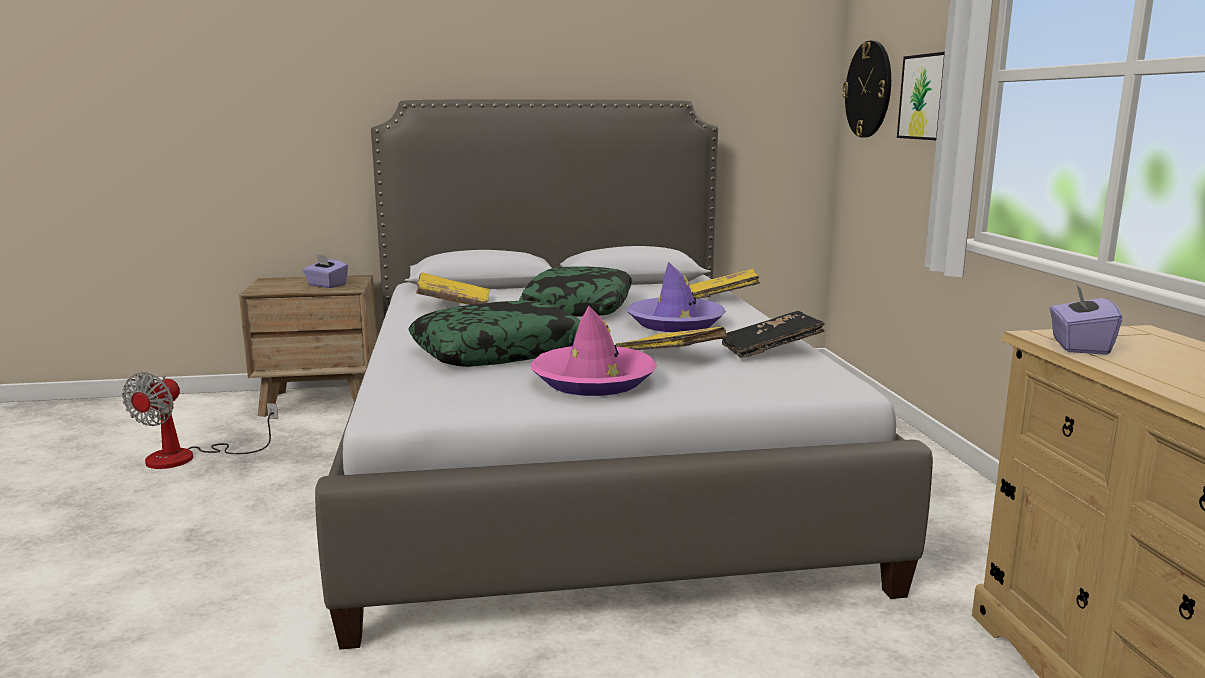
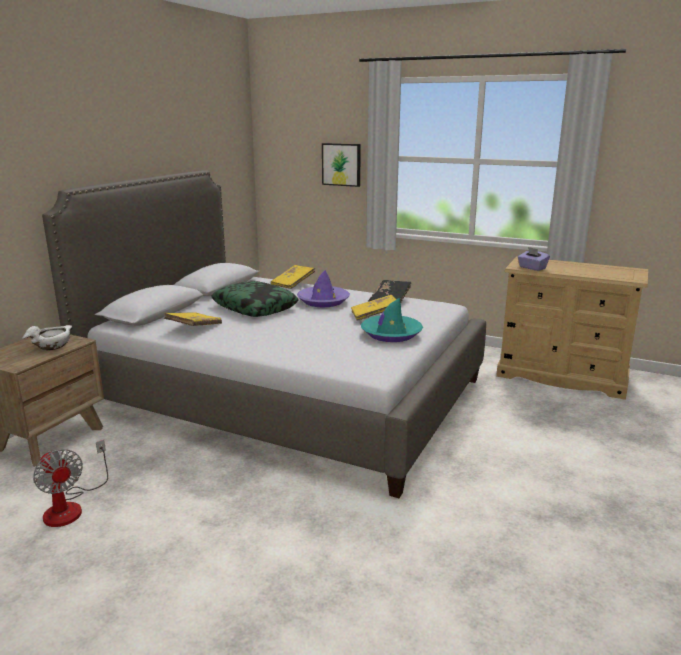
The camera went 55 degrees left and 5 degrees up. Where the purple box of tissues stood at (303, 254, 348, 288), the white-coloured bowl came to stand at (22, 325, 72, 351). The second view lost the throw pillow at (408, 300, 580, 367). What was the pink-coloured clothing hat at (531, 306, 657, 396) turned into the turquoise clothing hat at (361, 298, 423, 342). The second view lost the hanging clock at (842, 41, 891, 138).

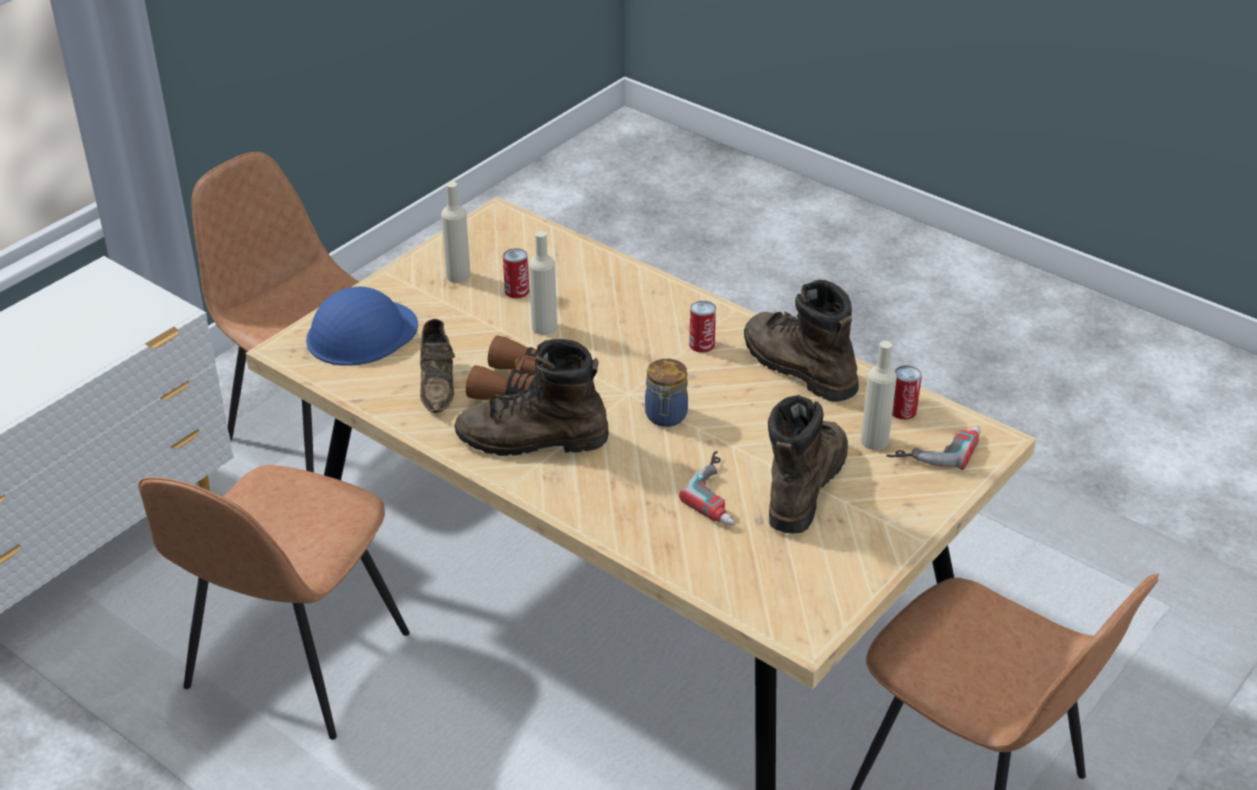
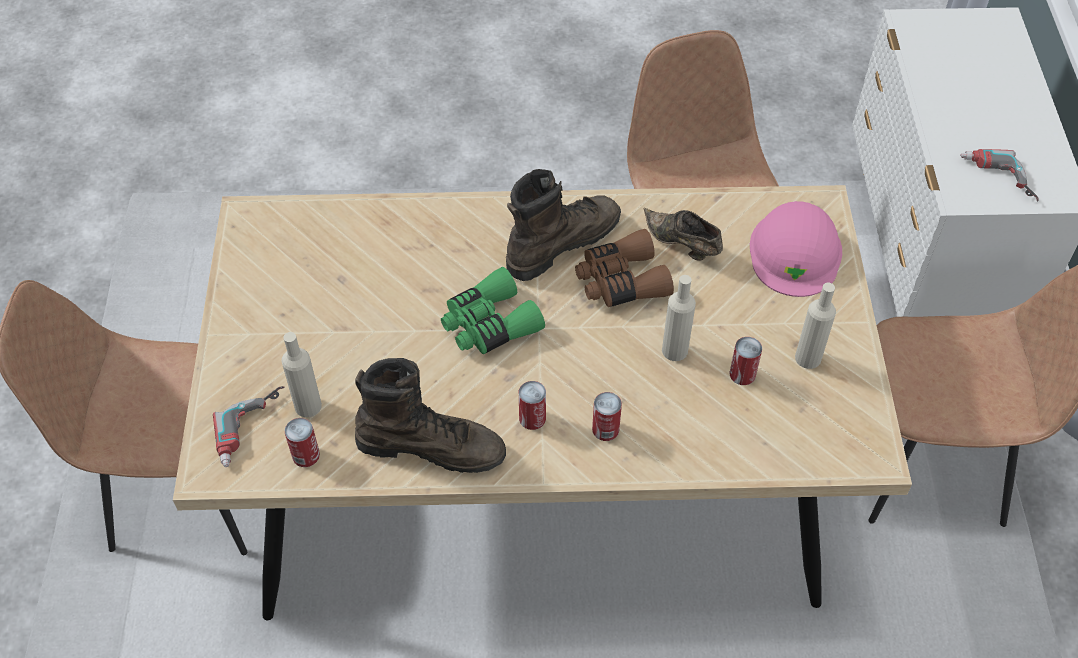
The camera went 140 degrees right and 15 degrees up. What was the blue-coloured safety helmet at (306, 287, 418, 366) turned into the pink-coloured safety helmet at (750, 201, 842, 297). Where the preserve jar stood at (645, 359, 688, 427), the green field glasses came to stand at (441, 267, 545, 354). The drill ended up elsewhere, having gone from (679, 451, 735, 526) to (960, 149, 1039, 201). The second view lost the brownish boot at (768, 395, 848, 534). The second view gained the sealed can at (592, 392, 622, 441).

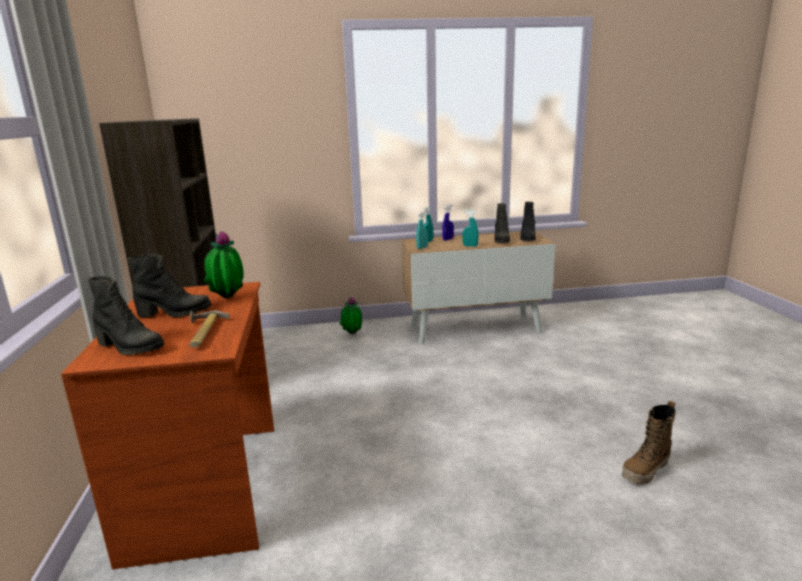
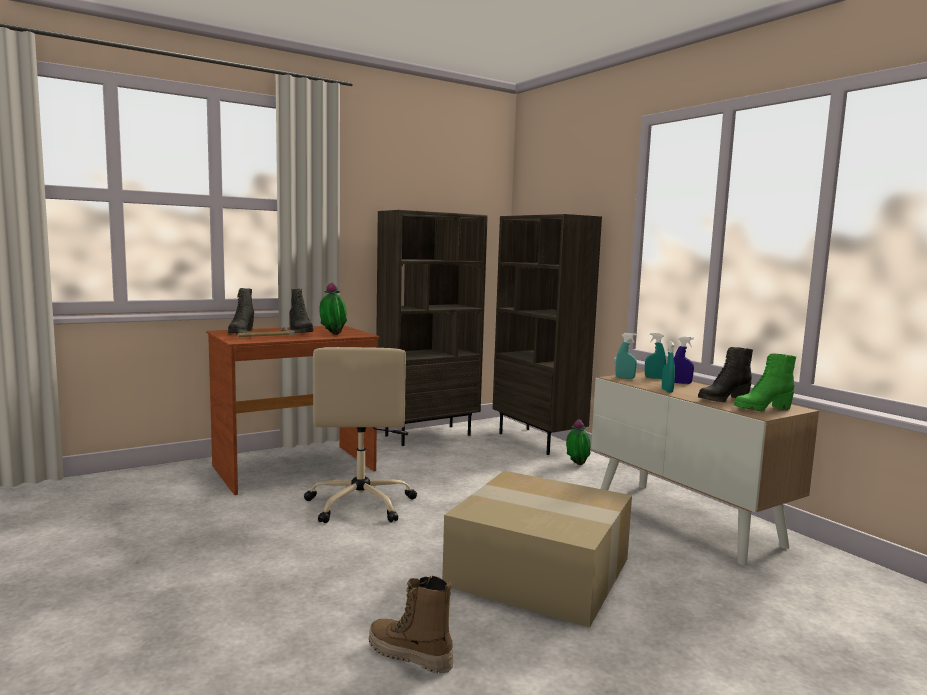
The camera went 65 degrees right and 10 degrees down. What was the black-coloured boot at (520, 202, 536, 241) turned into the green boot at (734, 353, 796, 411). The second view gained the beige desk chair at (304, 347, 417, 523). The second view gained the cardboard box at (442, 471, 632, 628). The second view gained the brownish bookcase at (493, 214, 602, 455).

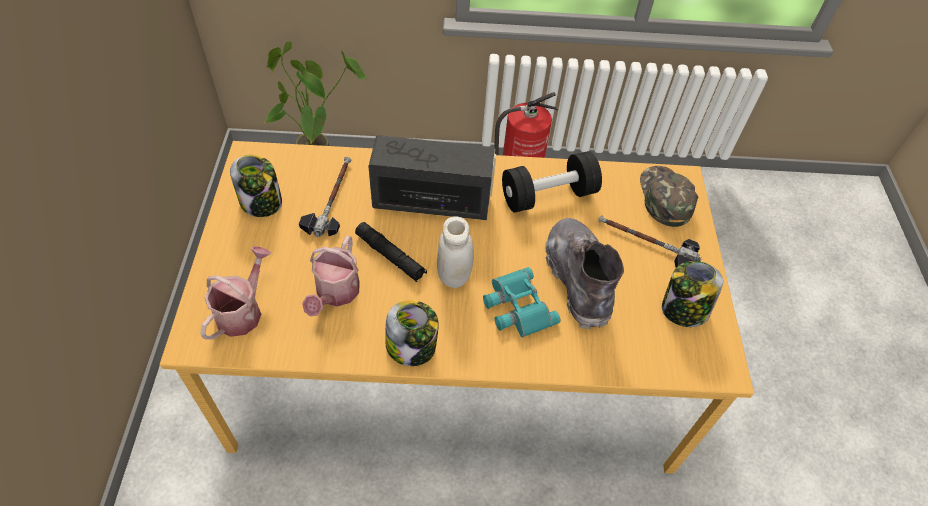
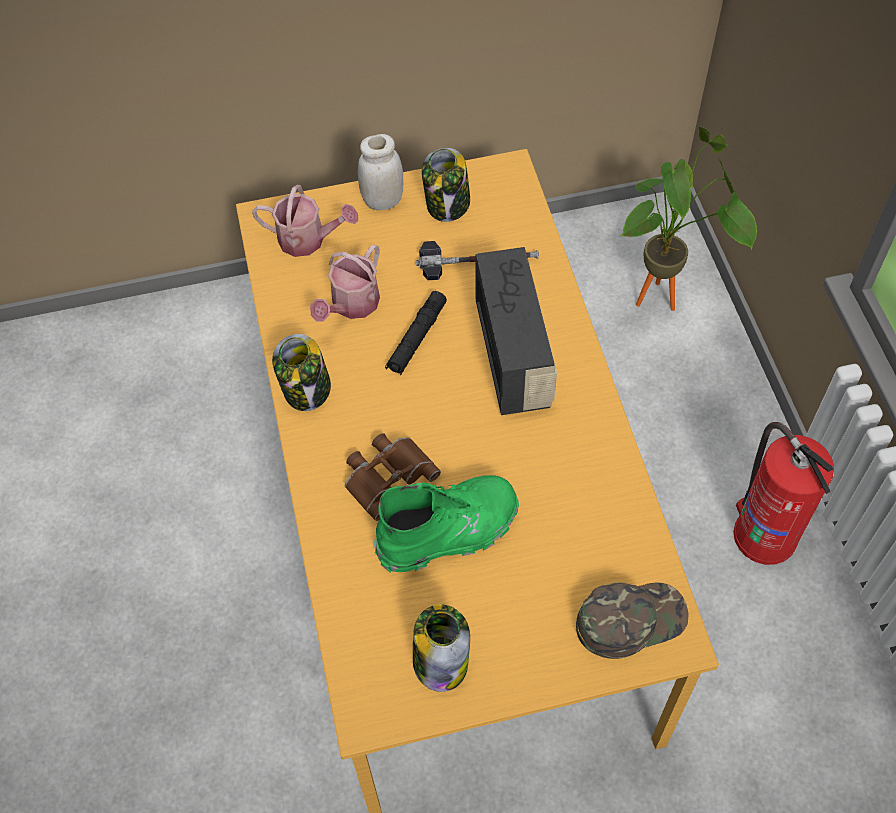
The camera went 80 degrees right and 5 degrees up. The watering pot at (302, 236, 360, 317) ended up facing another way, 60 degrees counterclockwise from before. The white-coloured preserve jar ended up elsewhere, having gone from (437, 216, 474, 288) to (358, 134, 403, 210). What was the turquoise field glasses at (483, 267, 560, 337) turned into the brownish field glasses at (345, 433, 441, 521). The second view lost the black-coloured free weight at (502, 151, 602, 213). What was the grey boot at (545, 218, 624, 330) turned into the green boot at (374, 475, 519, 573). The second view lost the tool hammer at (598, 215, 702, 267).

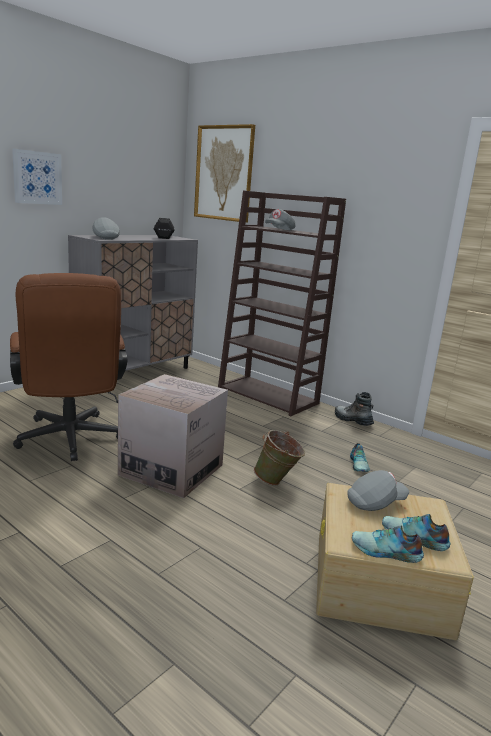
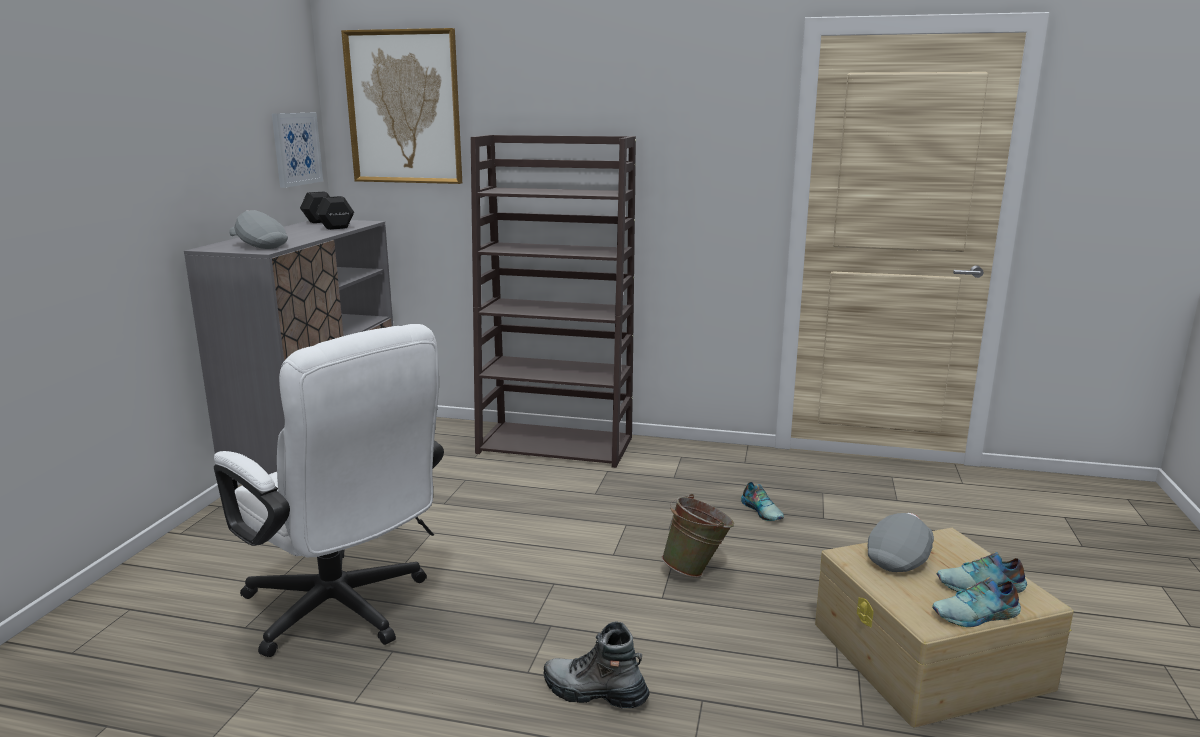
The camera went 25 degrees left and 0 degrees up. What was the brownish desk chair at (10, 273, 127, 461) turned into the white-coloured desk chair at (214, 324, 444, 657). The wall picture ended up elsewhere, having gone from (12, 149, 62, 205) to (272, 113, 323, 188). The second view lost the cardboard box at (118, 374, 228, 498). The second view lost the grey cap at (265, 209, 296, 230). The boot ended up elsewhere, having gone from (335, 392, 374, 426) to (543, 621, 649, 708).

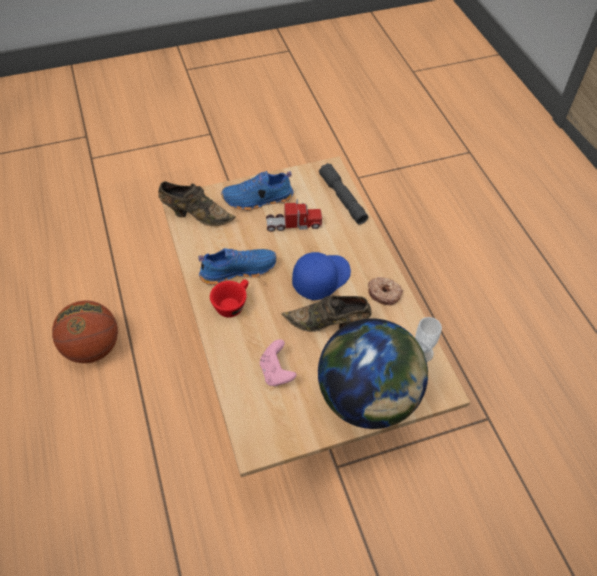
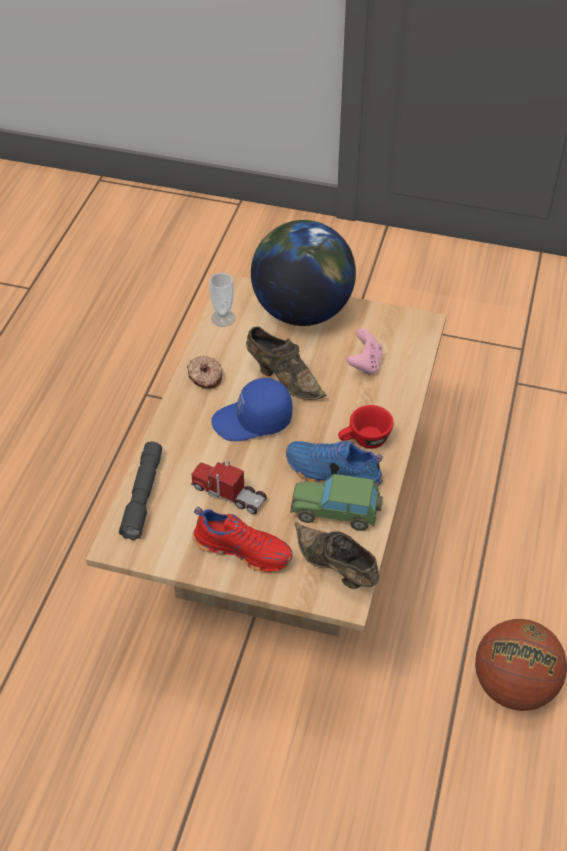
The camera went 145 degrees left and 5 degrees down. What was the blue-coloured shoe at (221, 171, 294, 211) turned into the red-coloured shoe at (193, 507, 293, 572). The second view gained the miniature car at (290, 474, 383, 531).

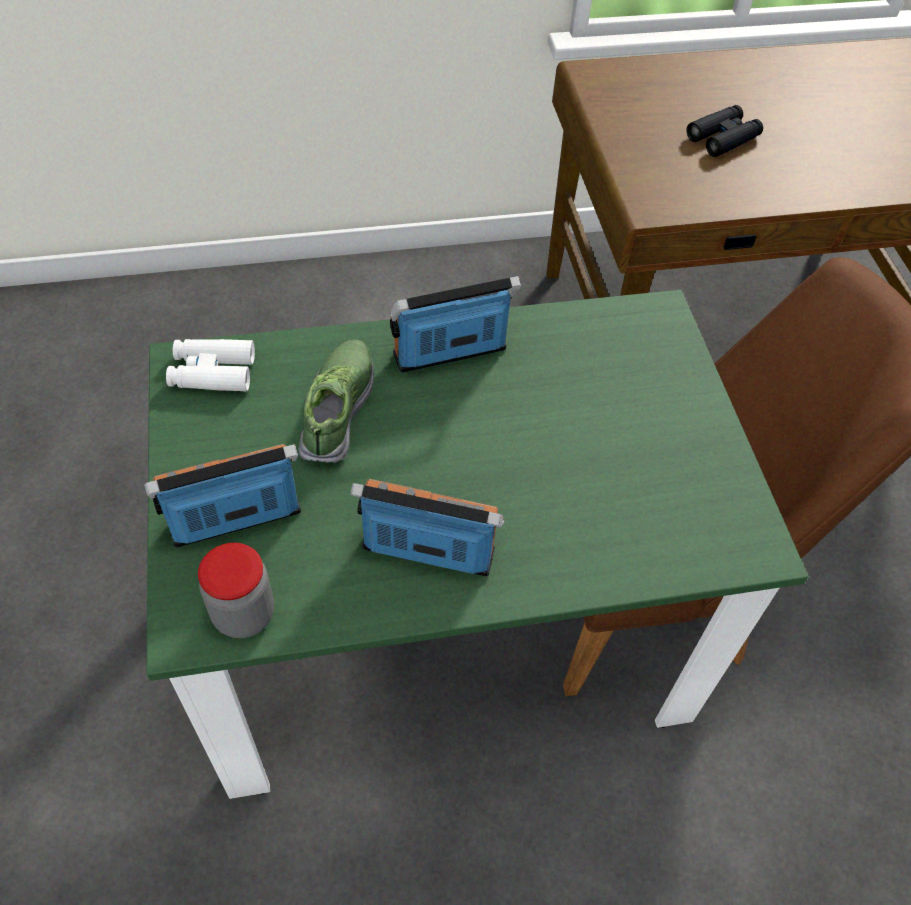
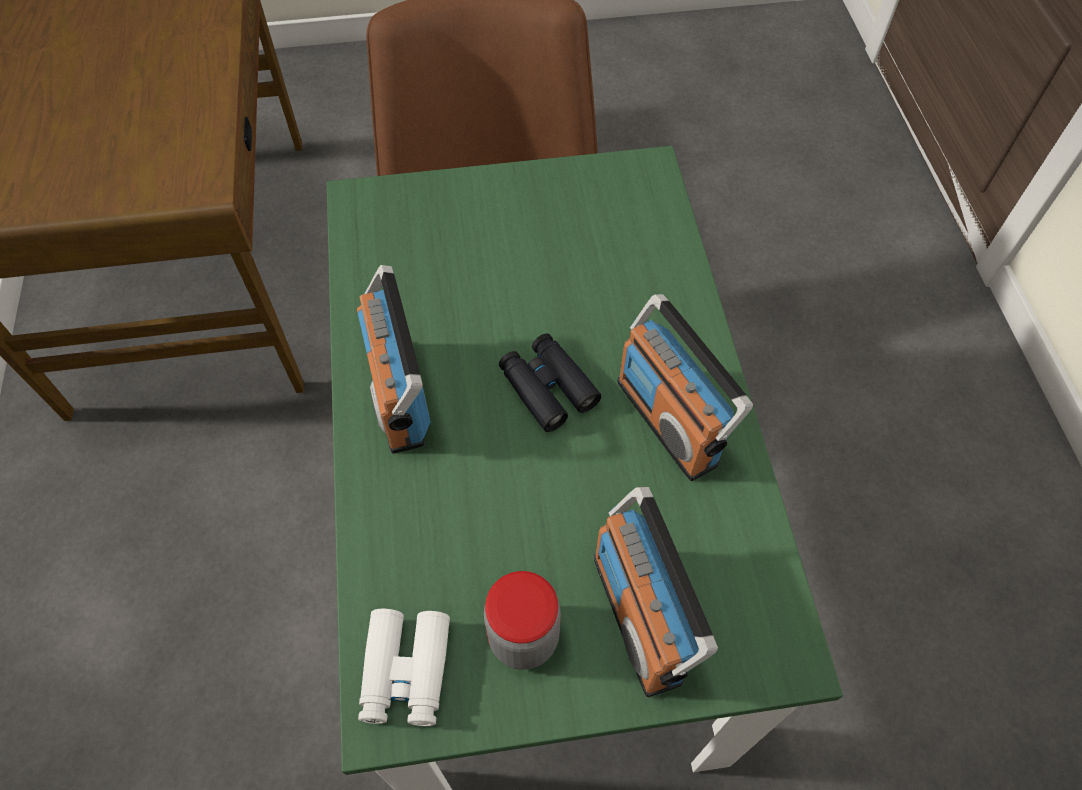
The camera went 85 degrees left and 5 degrees up. The preserve jar ended up elsewhere, having gone from (198, 543, 274, 638) to (484, 571, 561, 670). The second view lost the shoe at (299, 340, 374, 463). The radio at (350, 479, 504, 576) ended up facing another way, 45 degrees counterclockwise from before. The black-coloured field glasses ended up elsewhere, having gone from (686, 105, 763, 157) to (499, 333, 602, 432).

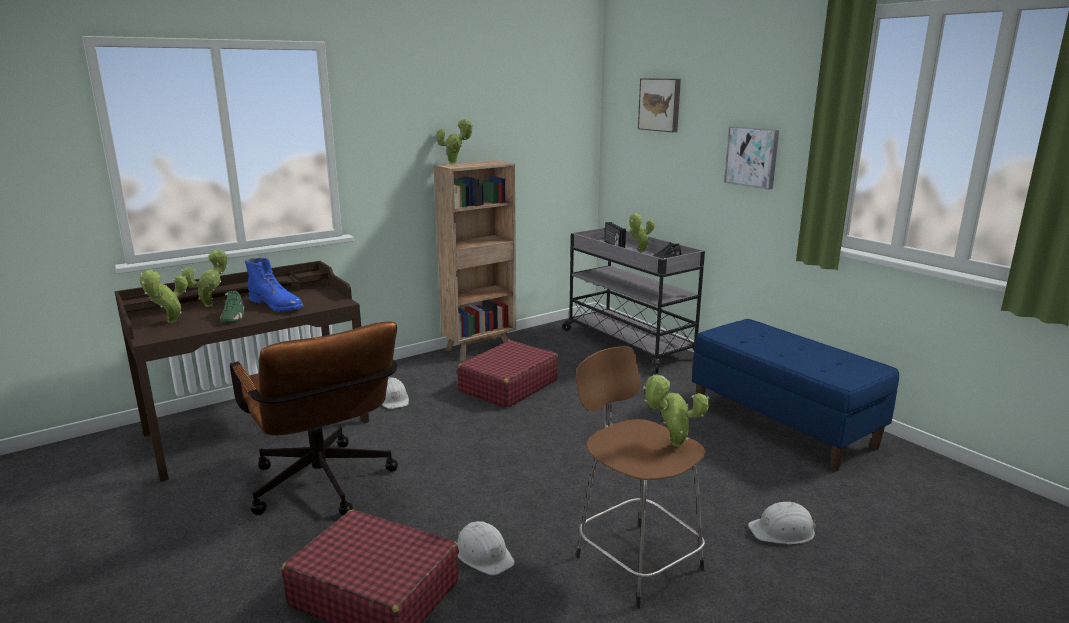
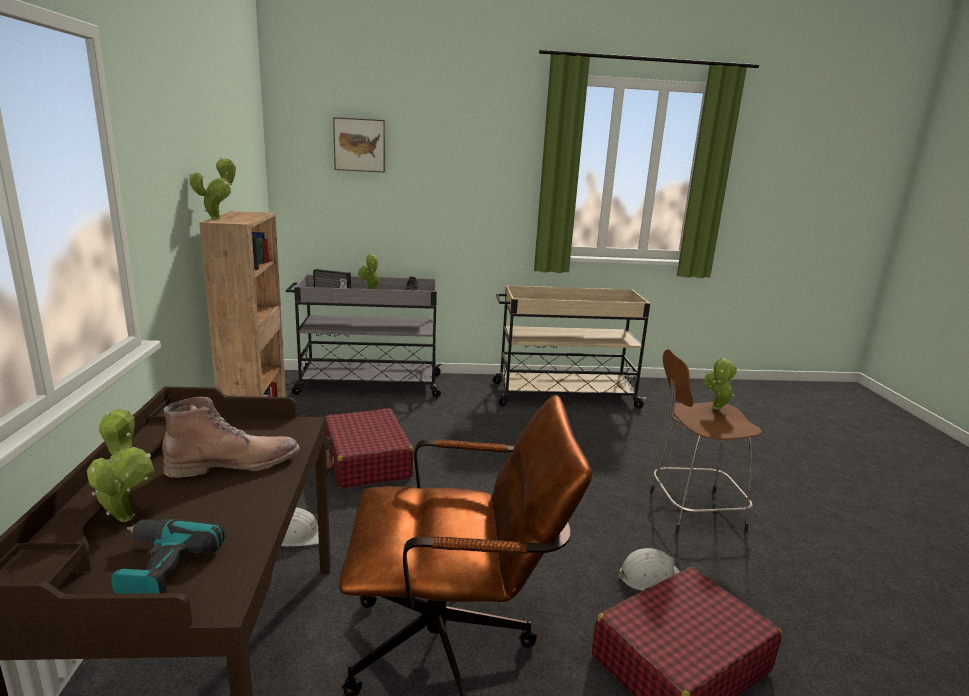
The camera went 60 degrees left and 0 degrees up. Where the potted plant stood at (140, 269, 188, 323), the drill came to stand at (111, 518, 225, 594). The second view lost the green shoe at (220, 290, 245, 323). What was the blue-coloured boot at (245, 258, 304, 312) turned into the brownish boot at (162, 397, 300, 478). Where the blue-coloured long seat stood at (692, 319, 899, 472), the beige trolley came to stand at (493, 285, 650, 409). The second view lost the wall picture at (724, 127, 779, 189). The second view lost the white-coloured safety helmet at (748, 502, 816, 544).

